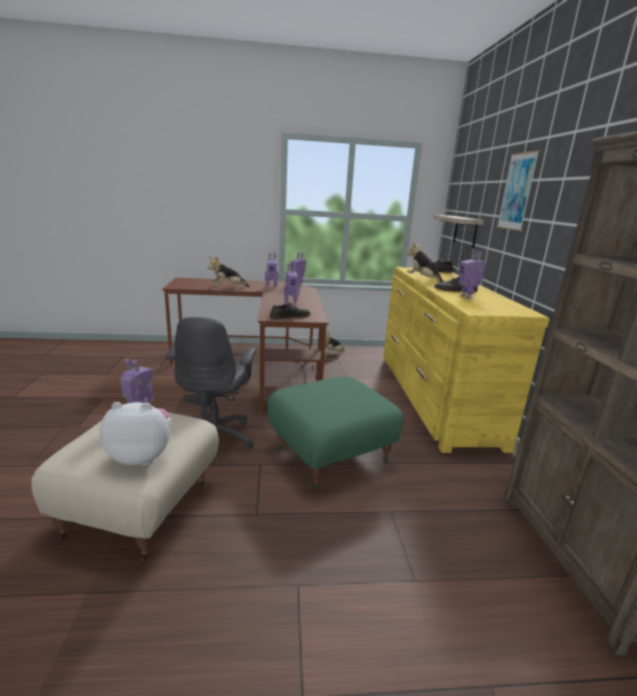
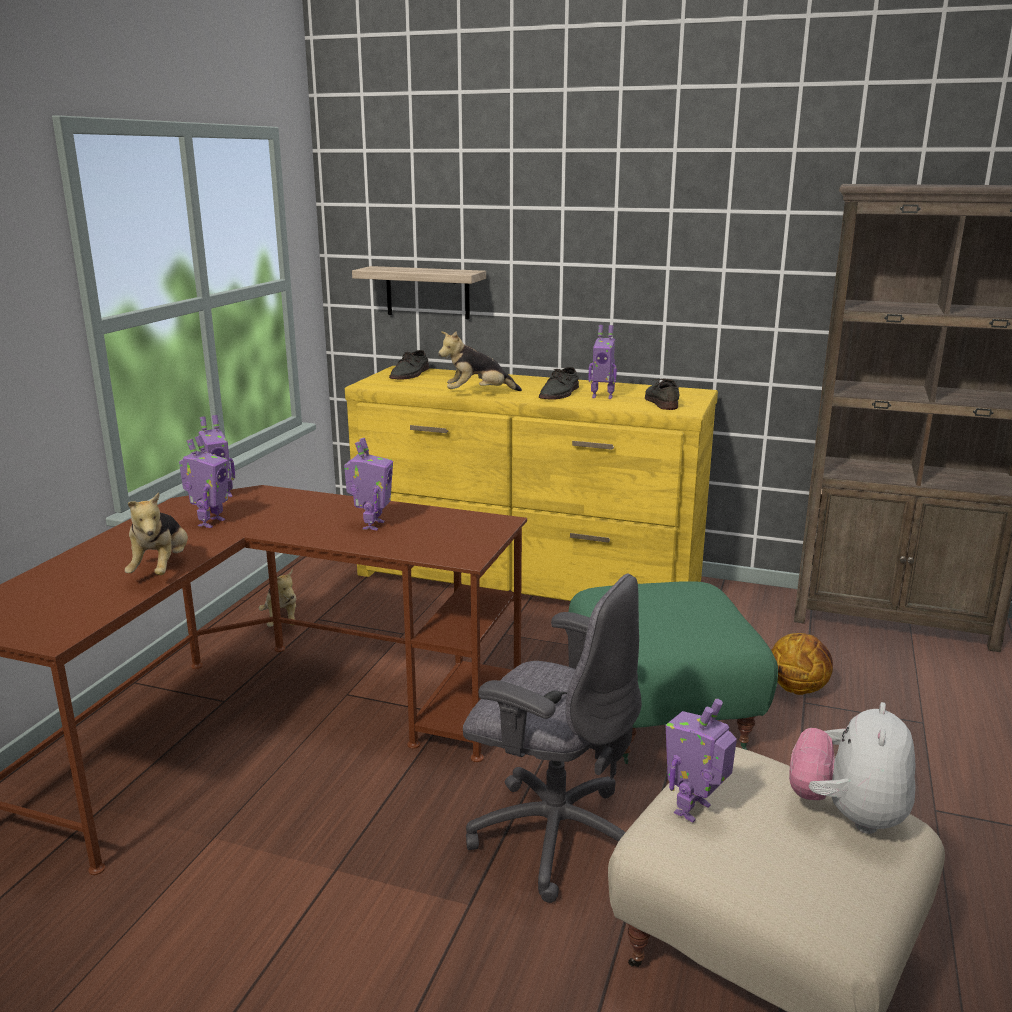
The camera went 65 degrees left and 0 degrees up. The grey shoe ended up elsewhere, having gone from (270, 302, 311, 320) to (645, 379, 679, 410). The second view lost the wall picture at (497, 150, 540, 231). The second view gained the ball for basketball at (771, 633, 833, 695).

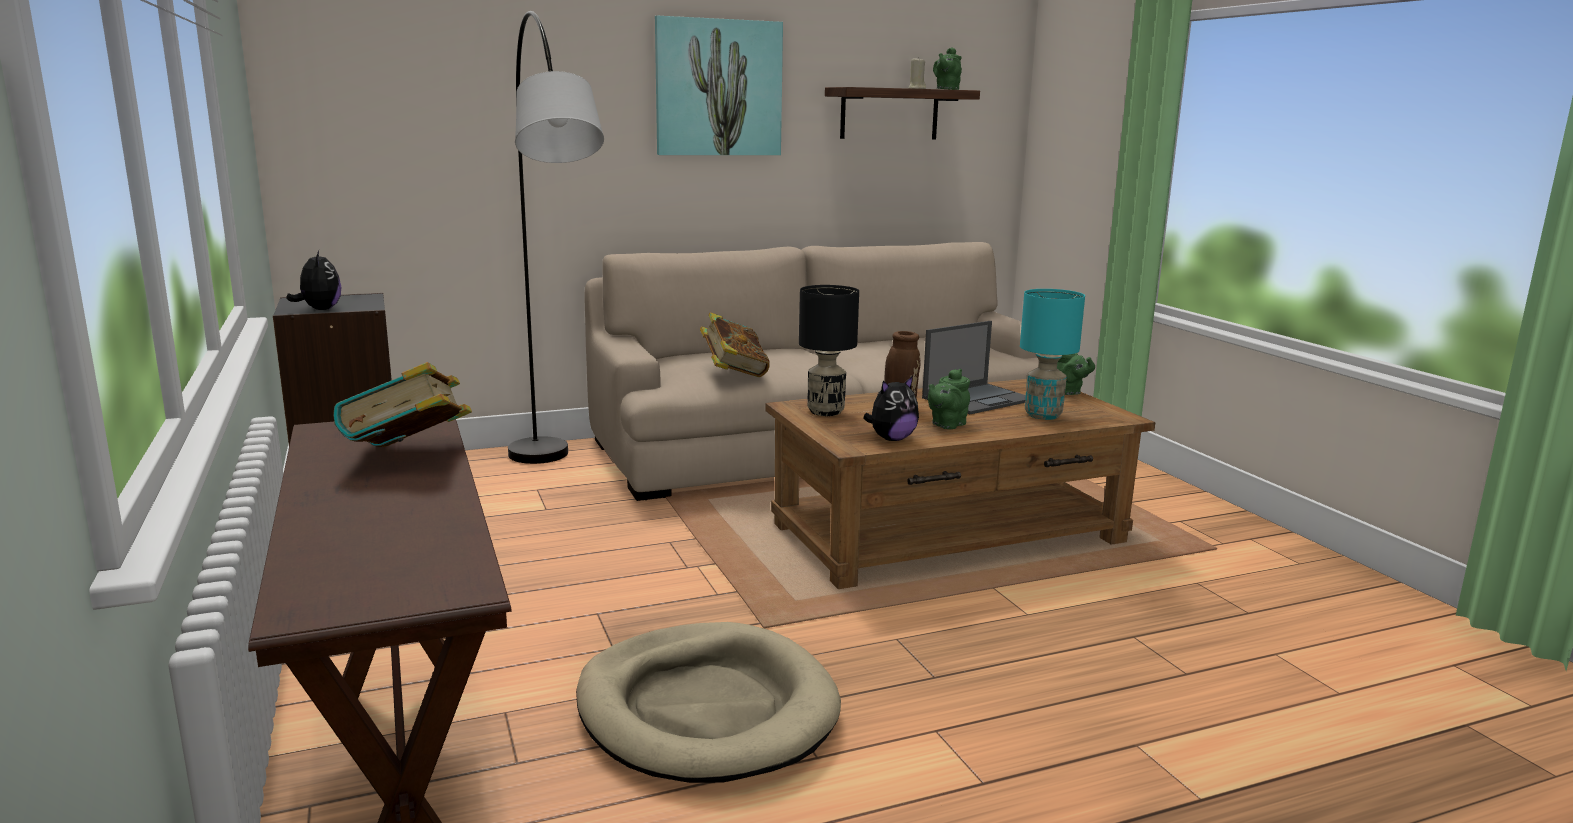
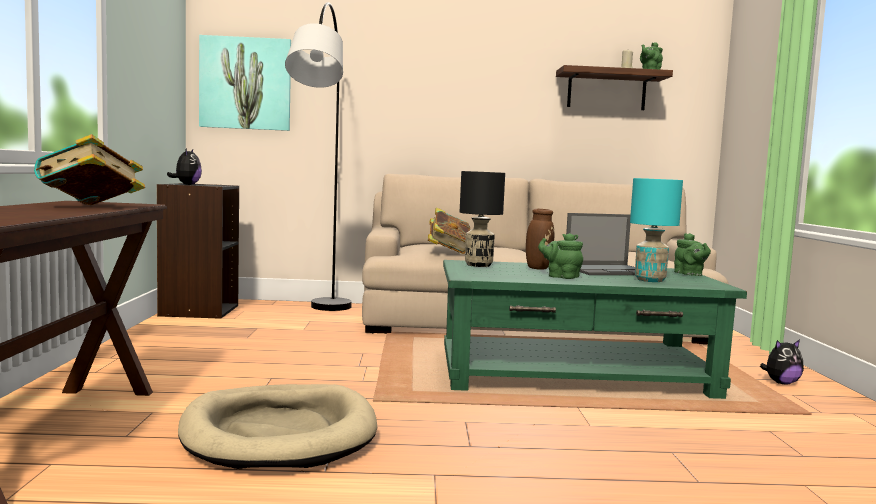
The camera went 20 degrees right and 10 degrees down. The wall picture ended up elsewhere, having gone from (655, 16, 783, 155) to (199, 35, 291, 131). What was the brownish lounge table at (765, 379, 1155, 589) turned into the green lounge table at (443, 260, 747, 399). The plush toy ended up elsewhere, having gone from (863, 376, 919, 441) to (760, 340, 804, 384). The green tea pot at (928, 369, 970, 429) ended up facing another way, 60 degrees clockwise from before.

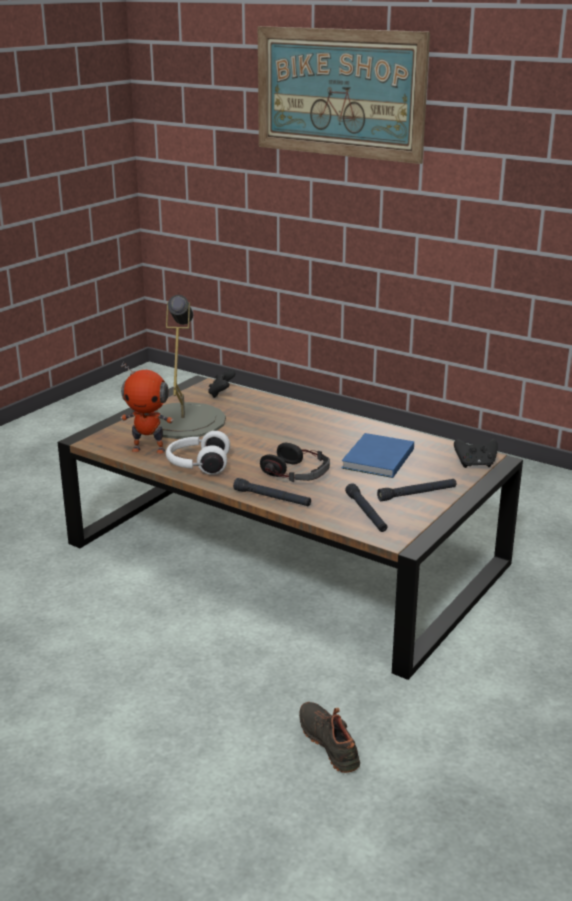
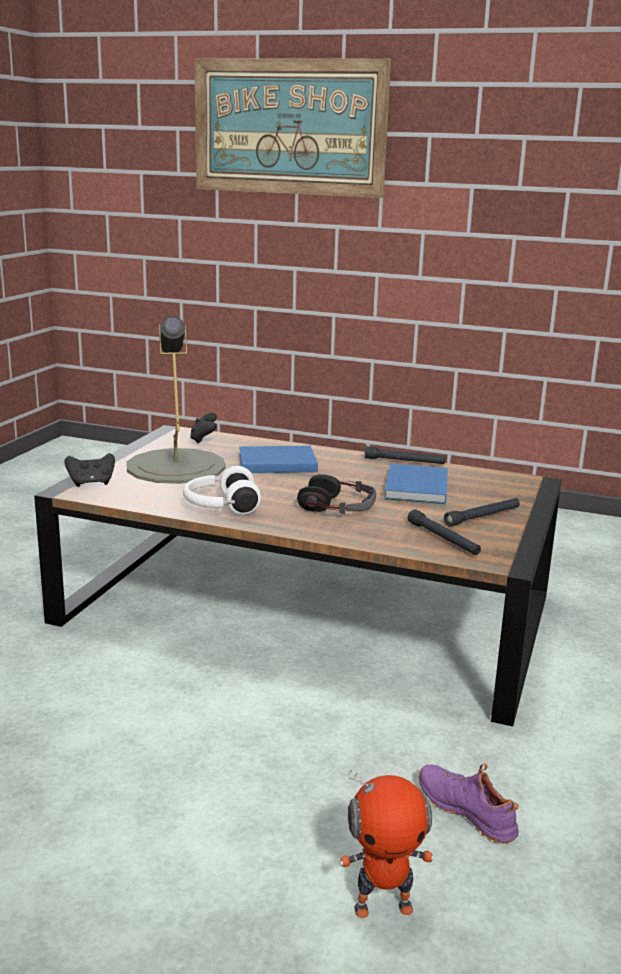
The camera went 15 degrees left and 5 degrees down. The robot figure ended up elsewhere, having gone from (121, 362, 174, 454) to (338, 769, 434, 918). The black-coloured flashlight ended up elsewhere, having gone from (233, 478, 311, 506) to (365, 446, 445, 464). What was the black-coloured shoe at (299, 702, 360, 773) turned into the purple shoe at (419, 763, 519, 844). The black-coloured gamepad ended up elsewhere, having gone from (454, 438, 498, 468) to (65, 453, 115, 487). The second view gained the blue-coloured volume at (239, 446, 318, 473).

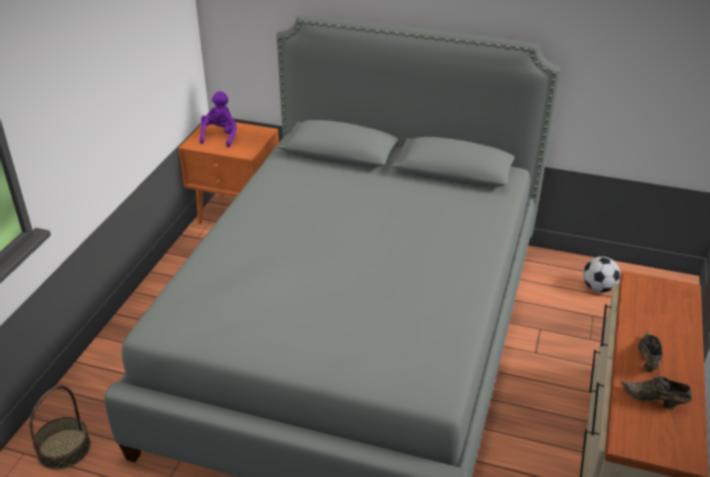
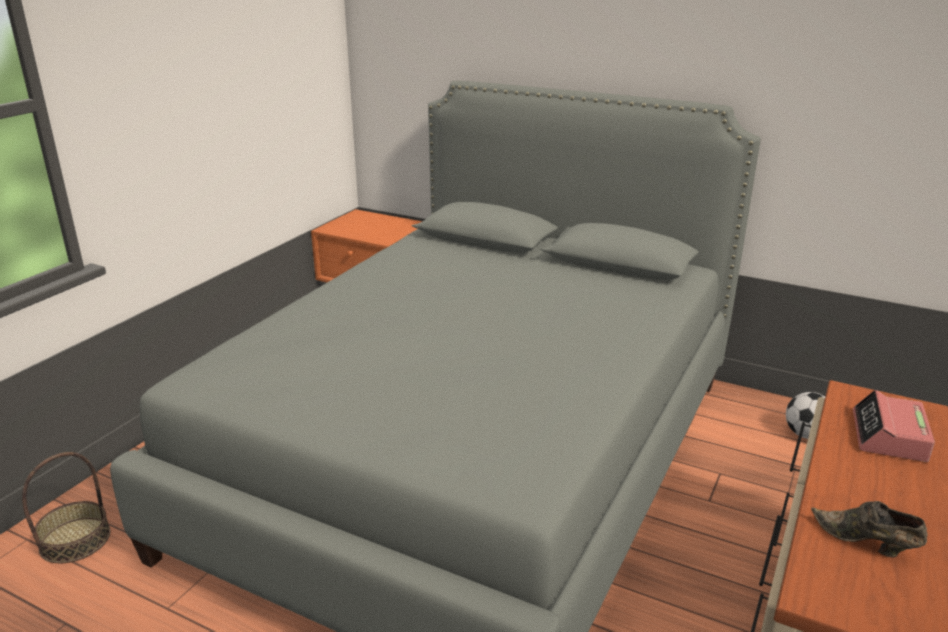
The camera went 10 degrees right and 10 degrees down. The second view lost the purple plush toy at (200, 91, 237, 147). The second view lost the brownish shoe at (638, 331, 663, 372). The second view gained the alarm clock at (853, 390, 935, 462).

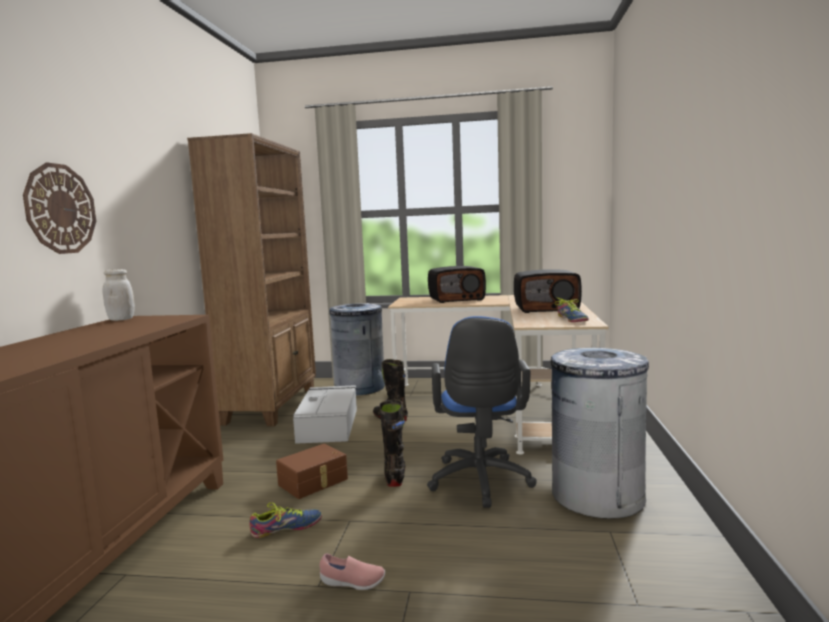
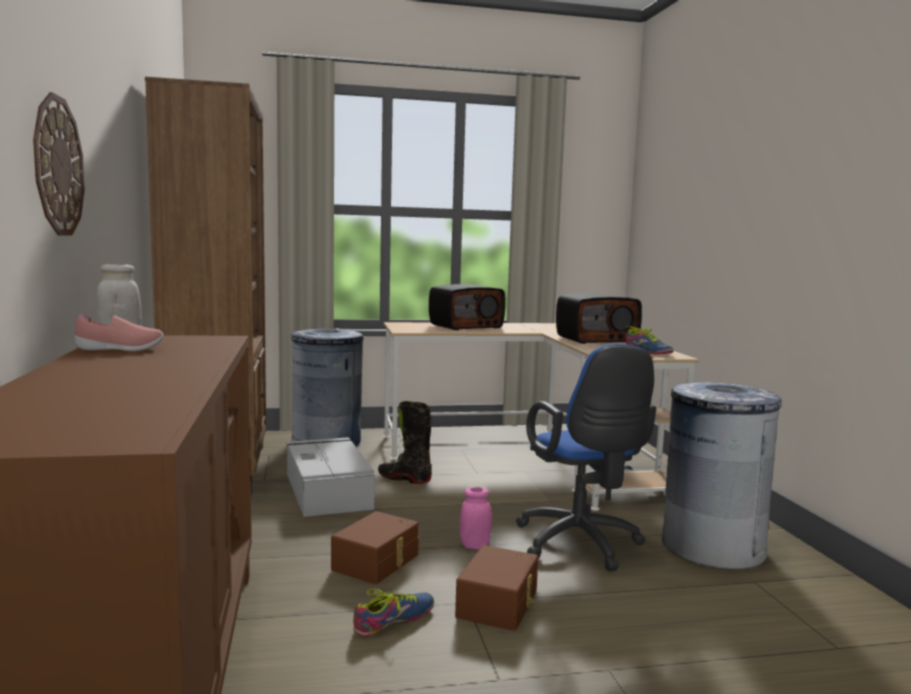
The camera went 20 degrees left and 0 degrees up. The pink-coloured shoe ended up elsewhere, having gone from (320, 553, 385, 590) to (74, 314, 164, 351). Where the black-coloured boot stood at (379, 399, 405, 487), the pink-coloured preserve jar came to stand at (460, 487, 492, 549). The second view gained the brownish storage box at (455, 545, 538, 631).

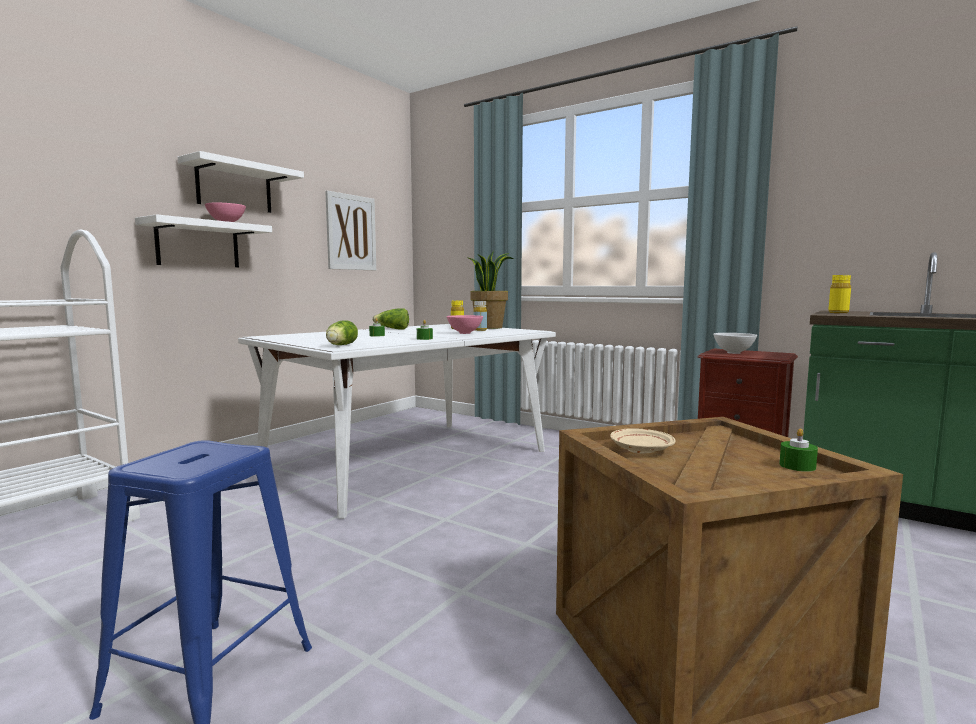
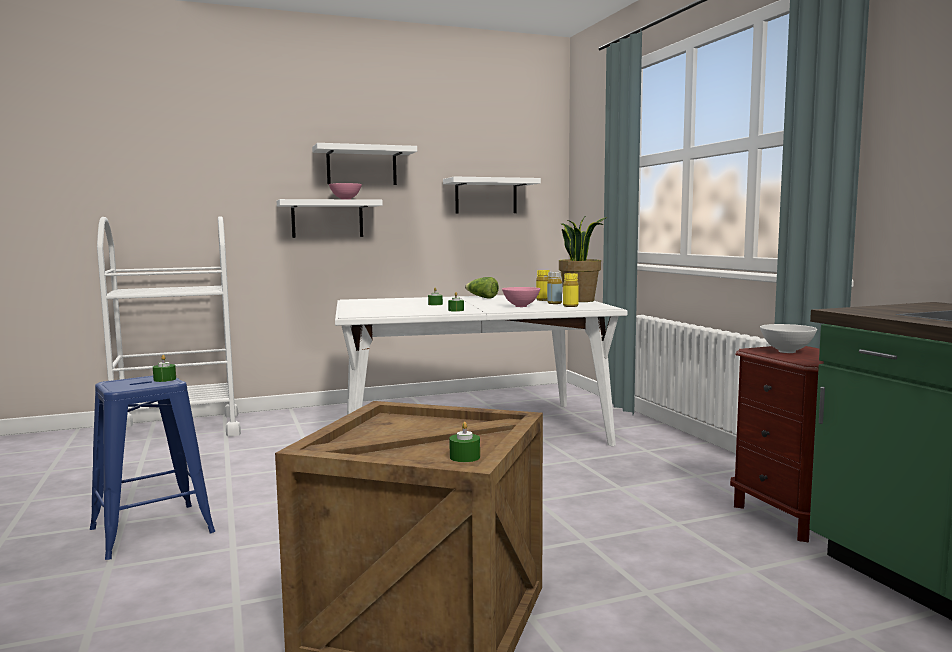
The camera went 35 degrees right and 0 degrees up. Where the wall picture hung at (325, 191, 376, 270), the white-coloured bracket shelf came to hang at (443, 177, 541, 213). The second view lost the head of lettuce at (326, 321, 358, 345). The second view lost the beige dinner plate at (610, 428, 676, 454). The yellowish beverage bottle ended up elsewhere, having gone from (828, 275, 851, 313) to (563, 273, 579, 307). The second view gained the green wax candle at (153, 355, 176, 382).

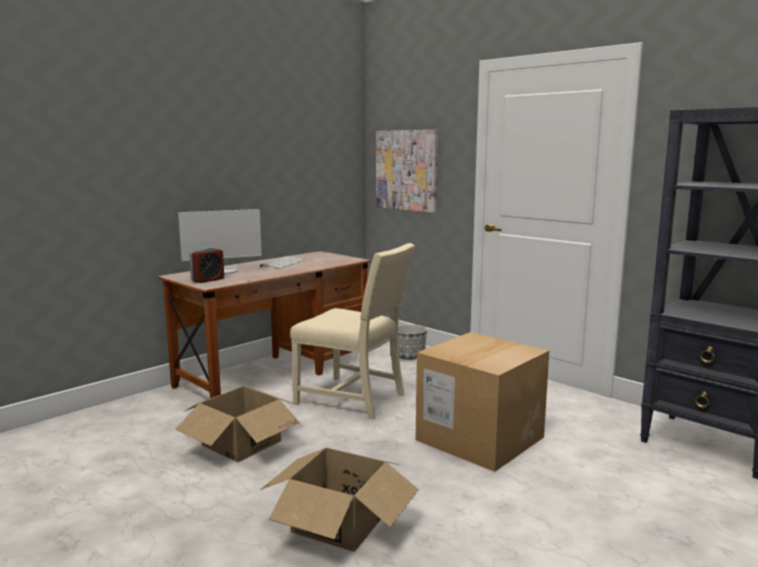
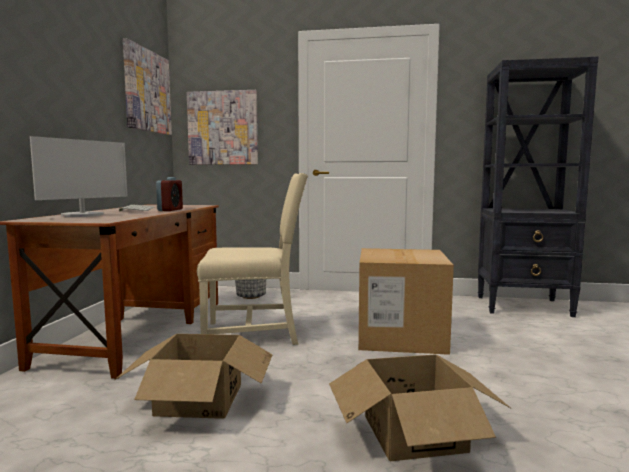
The camera went 35 degrees left and 5 degrees down. The alarm clock ended up elsewhere, having gone from (189, 247, 224, 283) to (156, 177, 183, 211). The second view gained the wall picture at (123, 38, 172, 135).

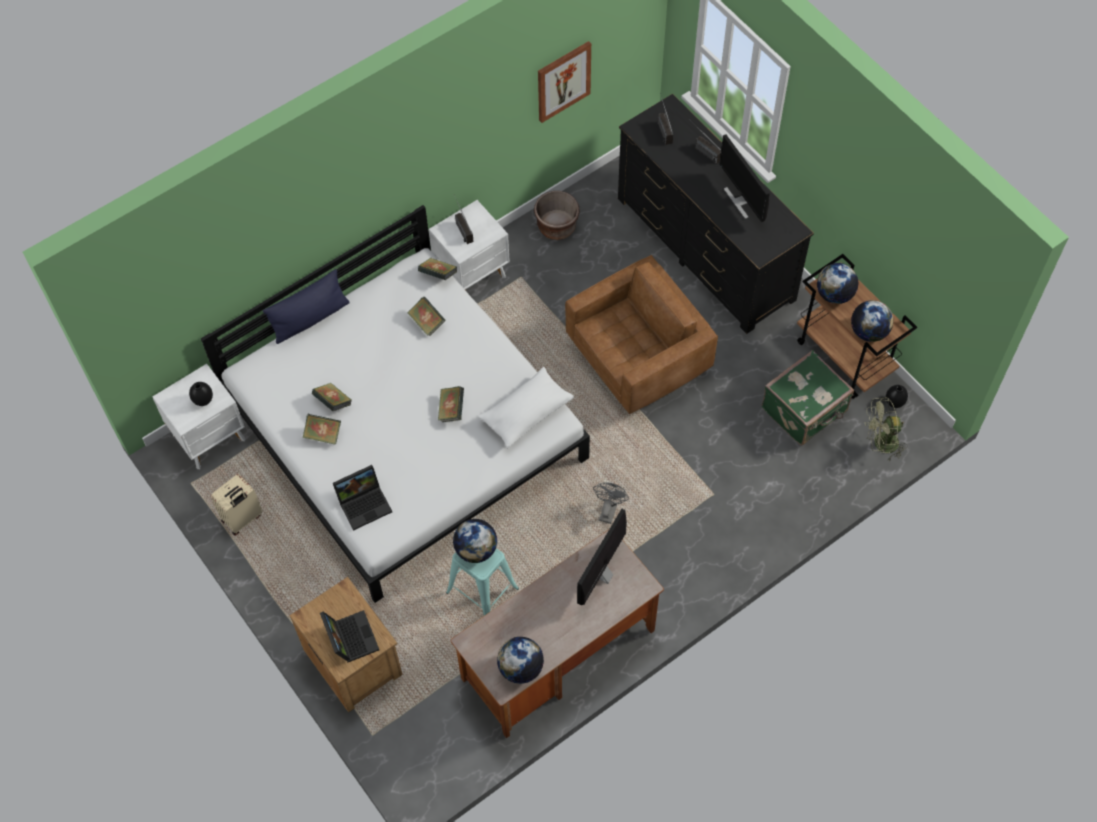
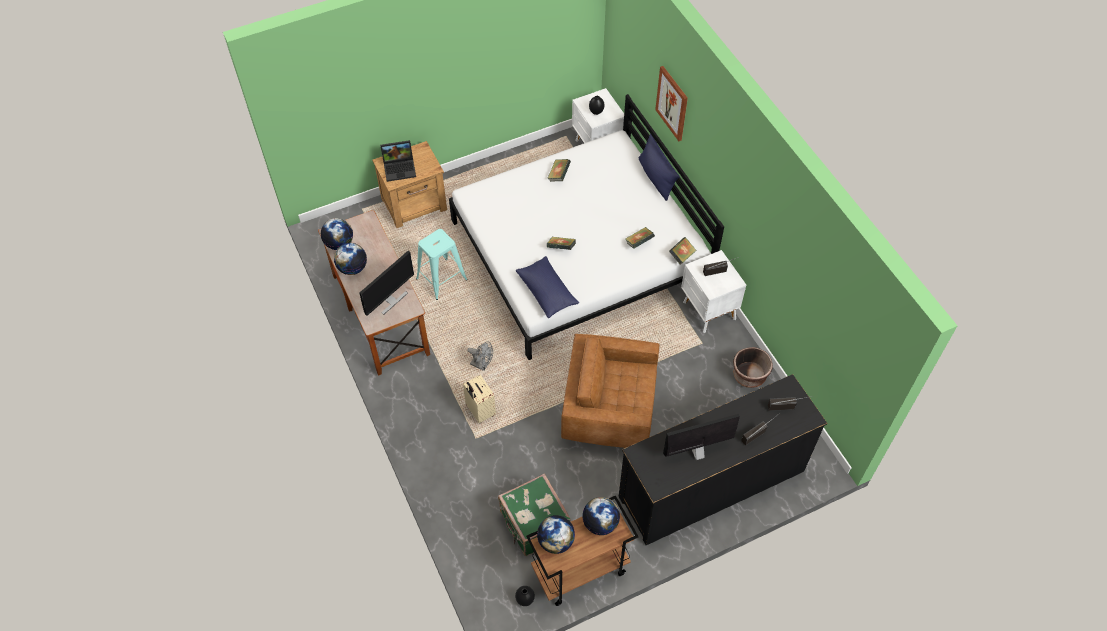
The camera went 100 degrees right and 5 degrees down. The beige suitcase ended up elsewhere, having gone from (211, 474, 263, 536) to (463, 375, 496, 423). The second view lost the volume at (312, 383, 352, 411). The second view lost the portable computer at (333, 465, 392, 531). The globe ended up elsewhere, having gone from (453, 519, 497, 563) to (334, 243, 367, 275). What was the white-coloured throw pillow at (478, 367, 574, 448) turned into the blue-coloured throw pillow at (516, 256, 579, 318). The wall picture ended up elsewhere, having gone from (538, 41, 591, 123) to (655, 66, 688, 141). The brownish armchair at (565, 255, 718, 414) ended up facing another way, 120 degrees clockwise from before. The computer screen at (577, 509, 627, 605) ended up facing another way, 90 degrees clockwise from before. The second view lost the green cooling fan at (865, 397, 908, 461).

